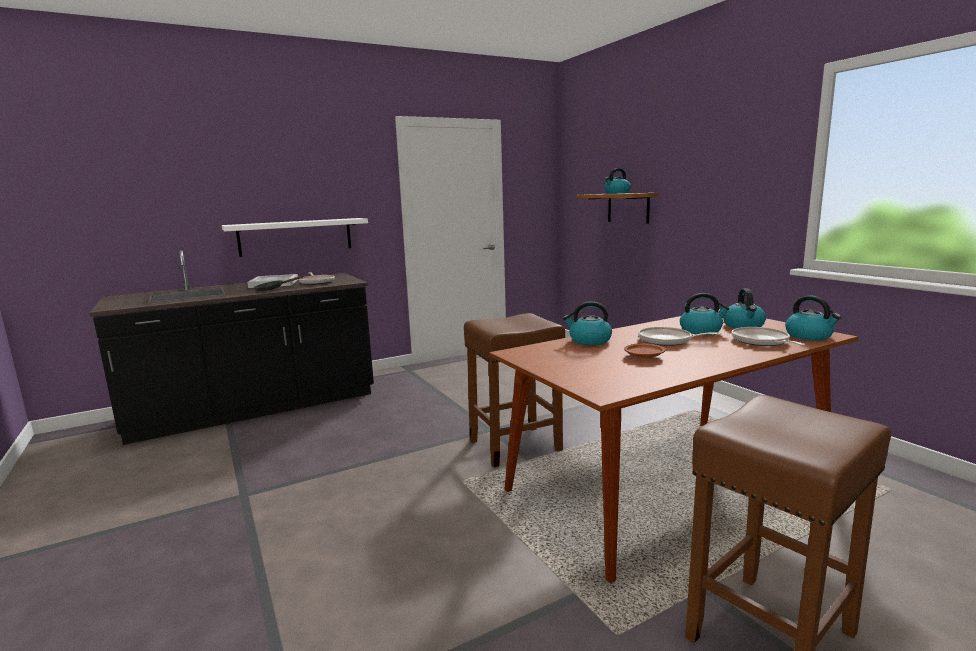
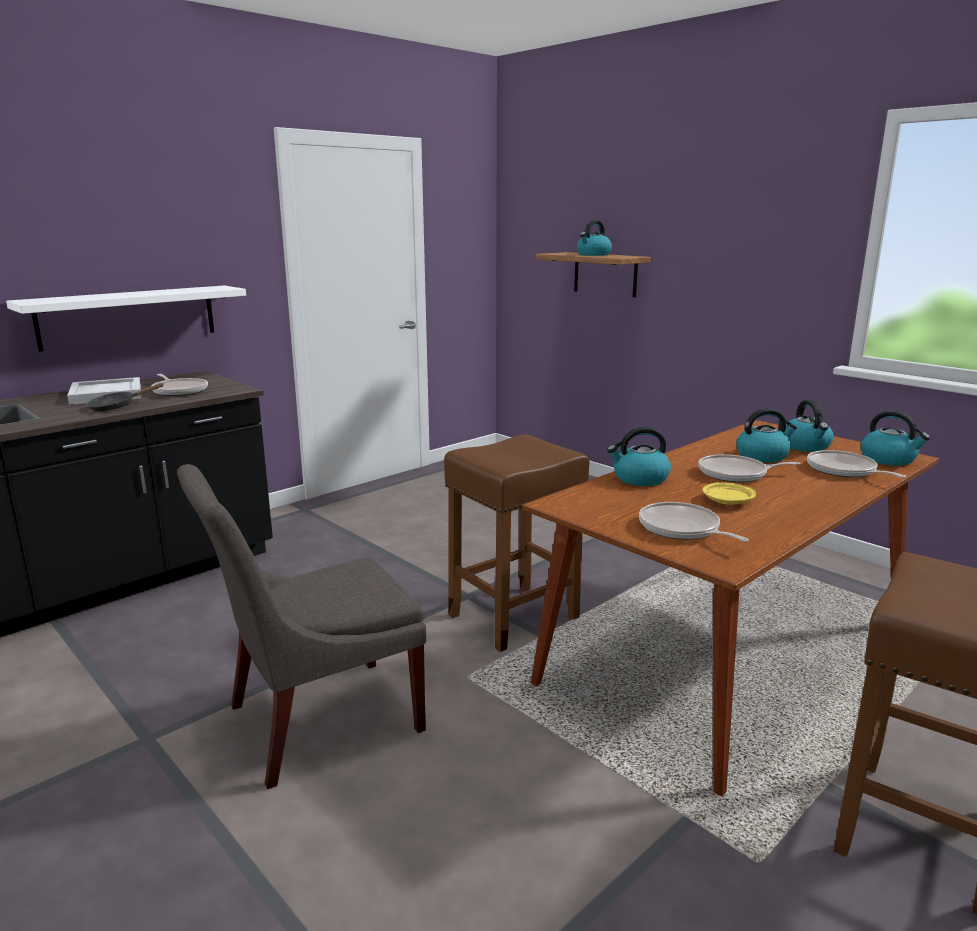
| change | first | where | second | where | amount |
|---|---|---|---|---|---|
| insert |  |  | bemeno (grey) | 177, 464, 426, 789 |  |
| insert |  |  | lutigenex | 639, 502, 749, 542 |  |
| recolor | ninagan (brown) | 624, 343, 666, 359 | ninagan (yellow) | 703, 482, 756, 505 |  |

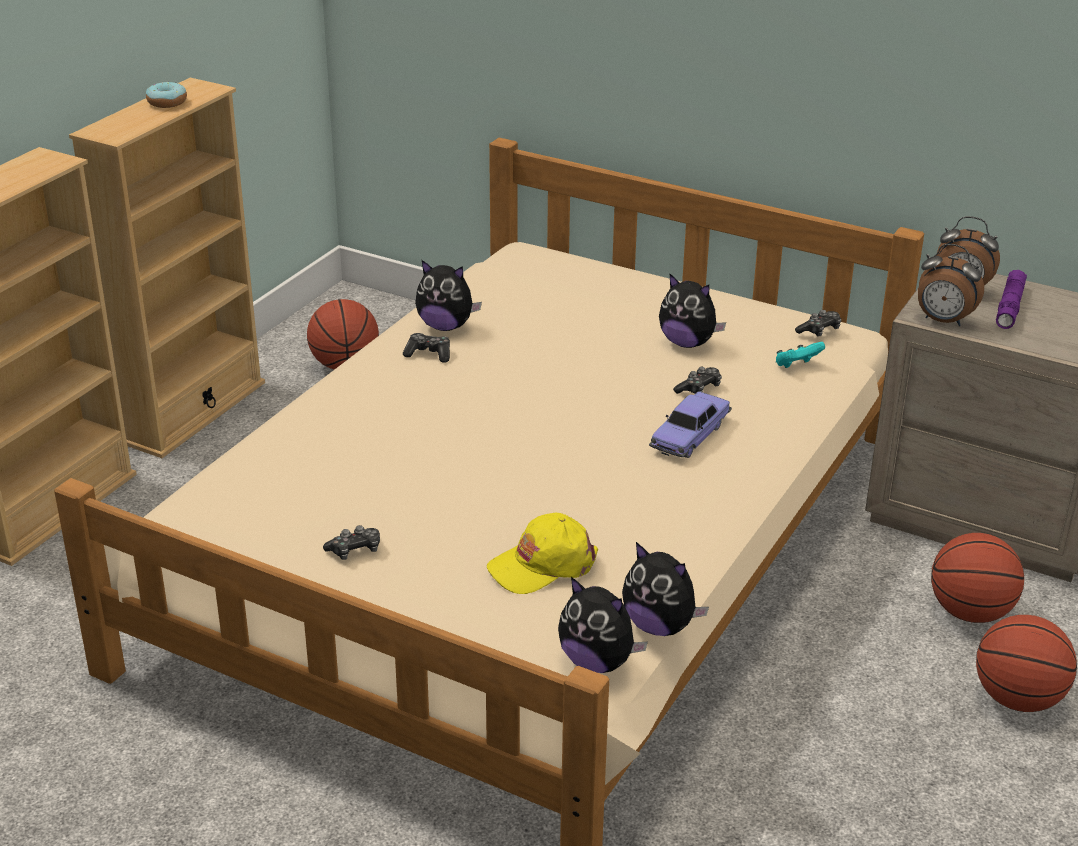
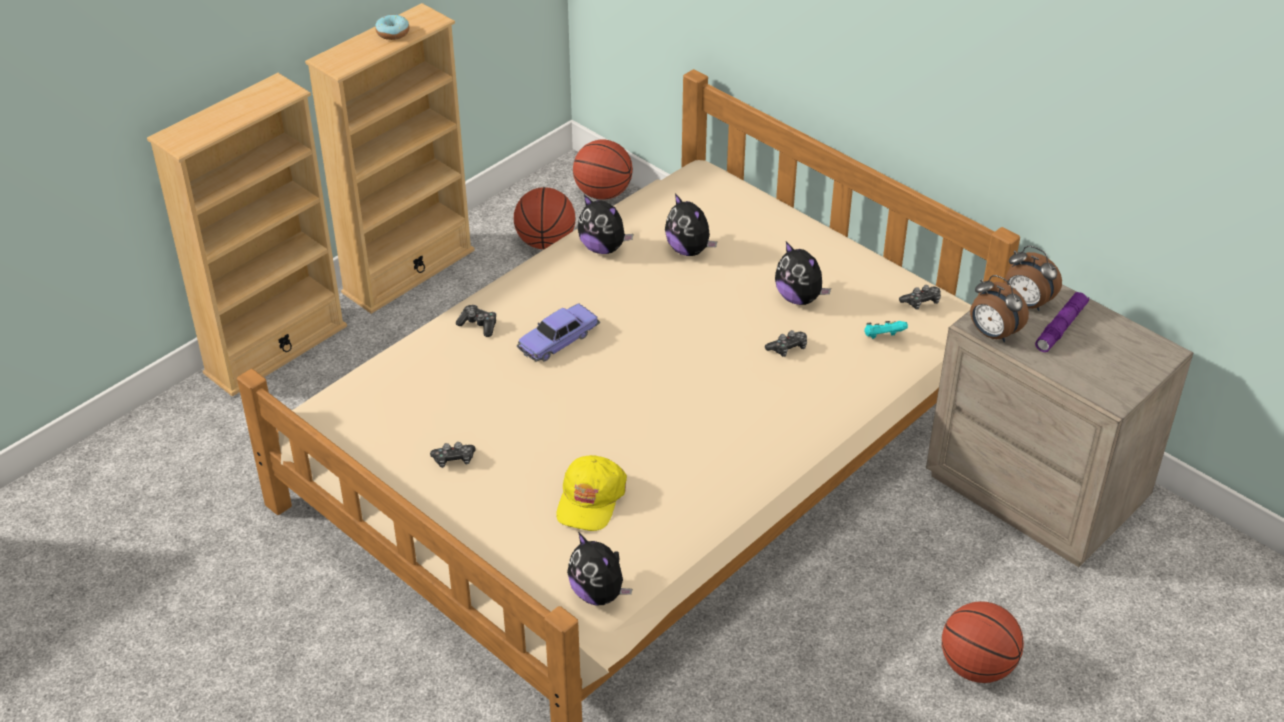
| change | first | where | second | where | amount |
|---|---|---|---|---|---|
| move | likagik | 403, 333, 450, 363 |  | 456, 305, 496, 337 |  |
| move | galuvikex | 649, 392, 732, 458 |  | 517, 303, 600, 362 |  |
| rotate | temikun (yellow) | 487, 513, 598, 594 |  | 556, 455, 627, 531 | 60 degrees counterclockwise |
| move | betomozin | 931, 533, 1024, 623 |  | 573, 139, 633, 200 |  |
| move | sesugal | 622, 542, 709, 636 |  | 665, 193, 717, 256 |  |

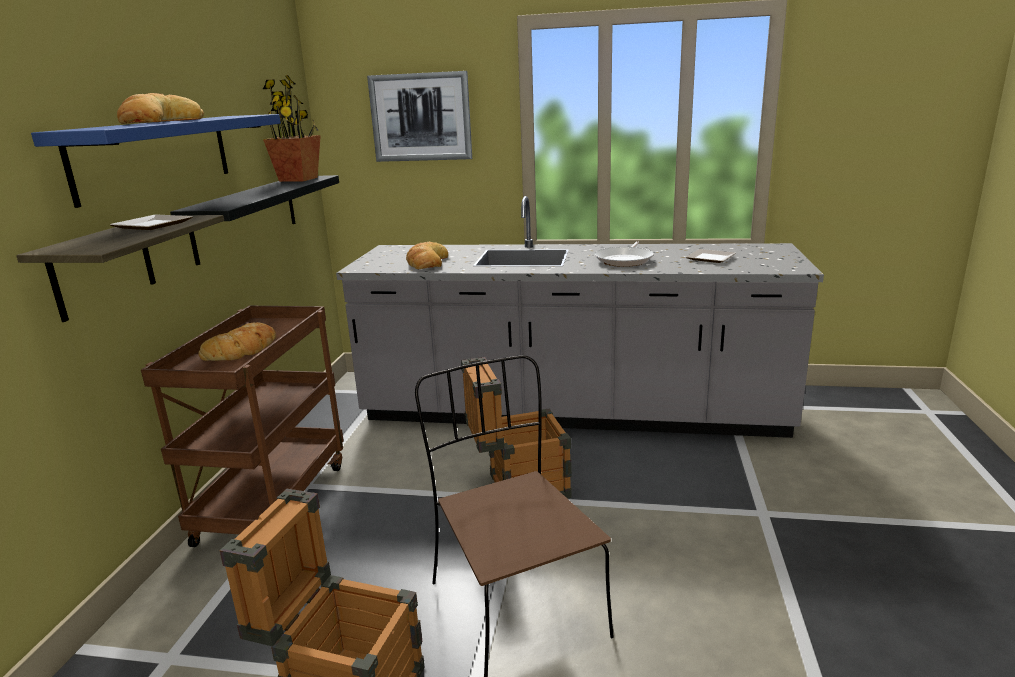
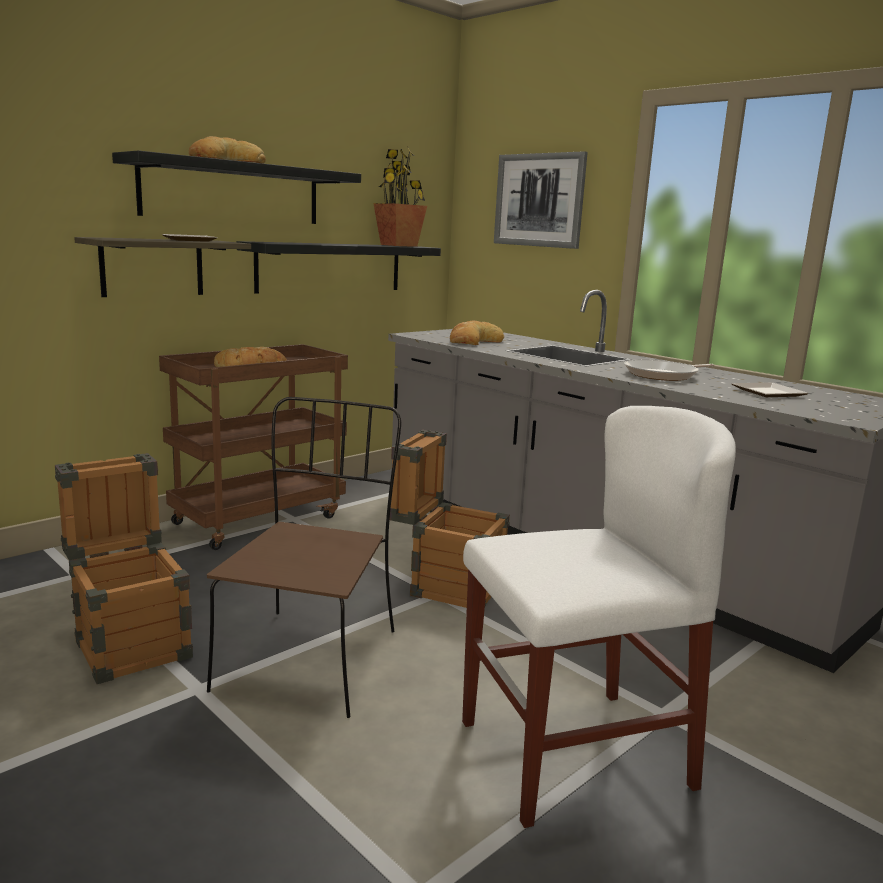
| change | first | where | second | where | amount |
|---|---|---|---|---|---|
| recolor | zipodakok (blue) | 31, 114, 281, 208 | zipodakok (black) | 112, 150, 361, 224 |  |
| insert |  |  | bemeno (white) | 462, 406, 736, 828 |  |

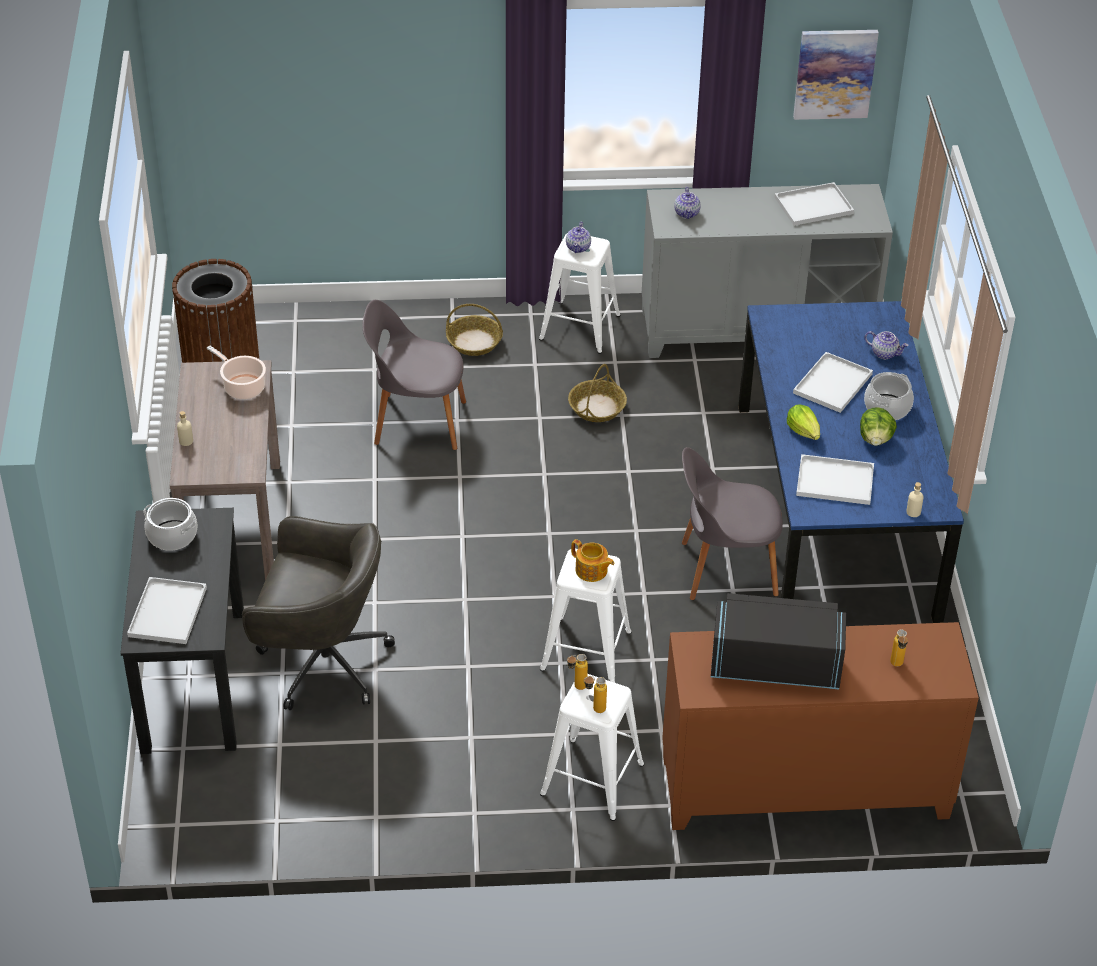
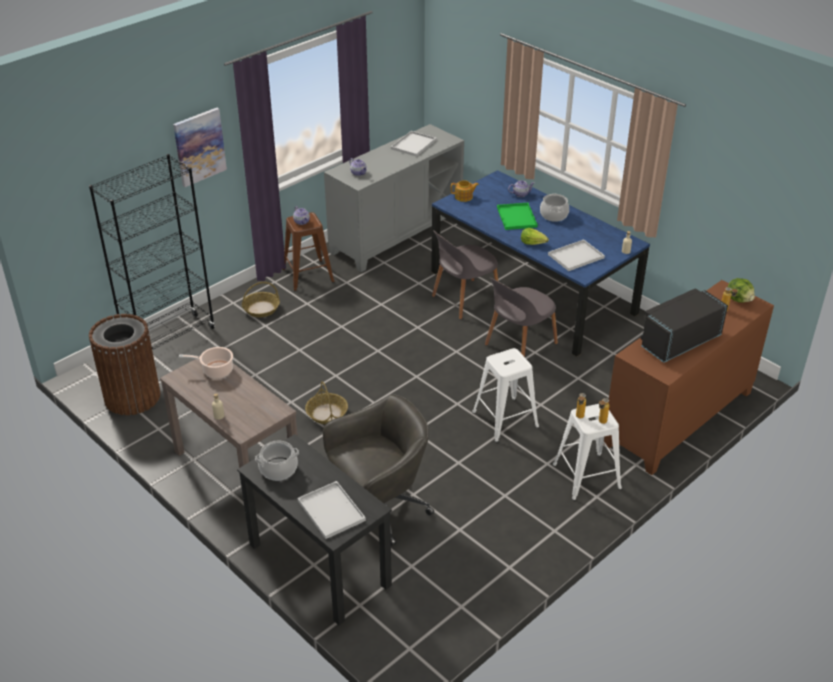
| change | first | where | second | where | amount |
|---|---|---|---|---|---|
| insert |  |  | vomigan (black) | 89, 154, 215, 350 |  |
| move | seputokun | 793, 30, 879, 120 |  | 173, 108, 227, 187 |  |
| recolor | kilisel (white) | 539, 234, 621, 354 | kilisel (brown) | 282, 212, 335, 291 |  |
| move | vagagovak | 568, 364, 627, 422 |  | 305, 381, 348, 424 |  |
| move | bemeno (grey) | 363, 300, 466, 450 |  | 432, 230, 498, 319 |  |
| move | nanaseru | 571, 539, 614, 582 |  | 451, 180, 479, 202 |  |
| recolor | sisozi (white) | 793, 352, 873, 413 | sisozi (green) | 497, 203, 538, 230 |  |
| move | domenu | 860, 407, 897, 446 |  | 728, 278, 755, 303 |  |

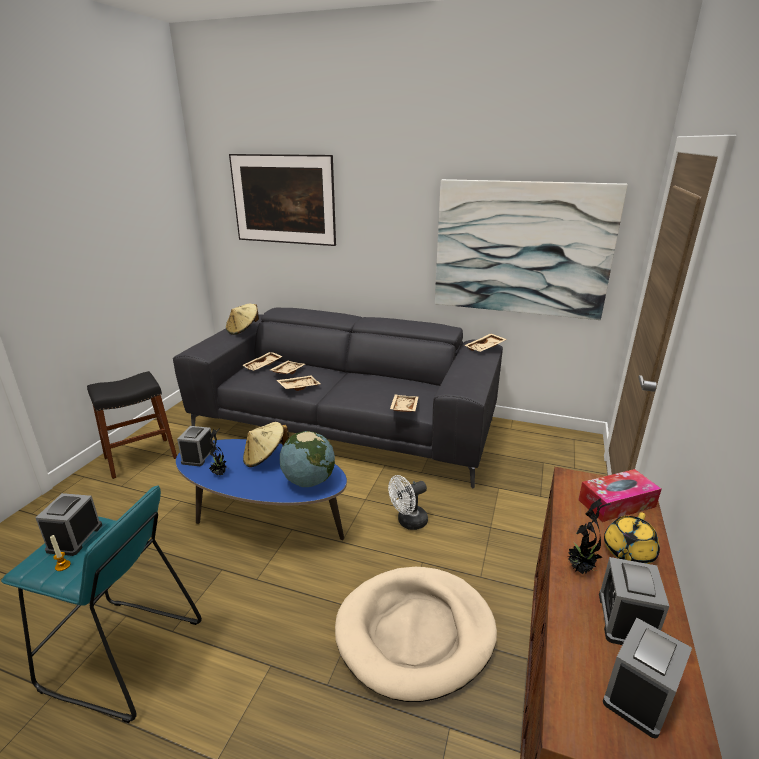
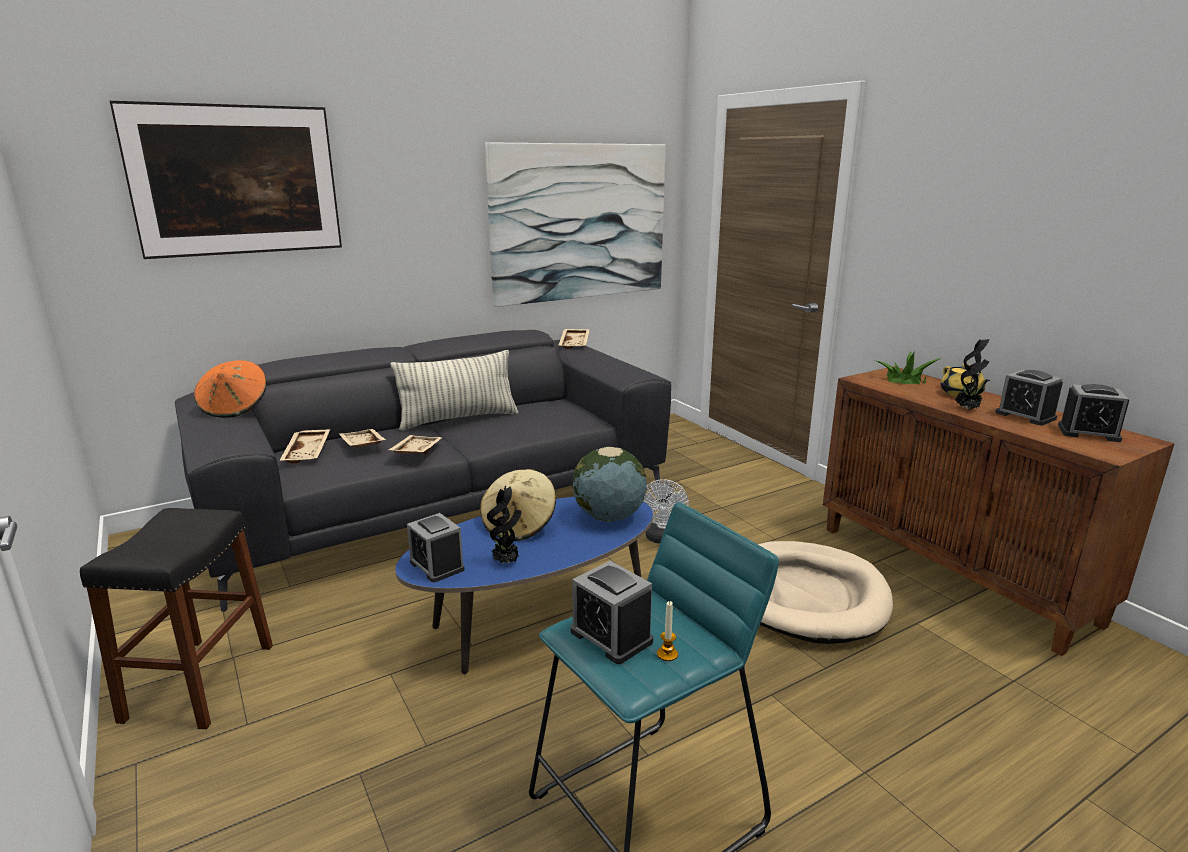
| change | first | where | second | where | amount |
|---|---|---|---|---|---|
| recolor | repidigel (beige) | 226, 304, 259, 335 | repidigel (orange) | 194, 360, 267, 418 |  |
| insert |  |  | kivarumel | 391, 350, 518, 431 |  |
| replace | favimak | 578, 469, 661, 522 | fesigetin | 877, 352, 942, 384 |  |
| rotate | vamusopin | 603, 617, 692, 739 |  | 1058, 384, 1129, 442 | 60 degrees counterclockwise |
| delete | sisozi (beige) | 390, 394, 418, 412 |  |  |  |

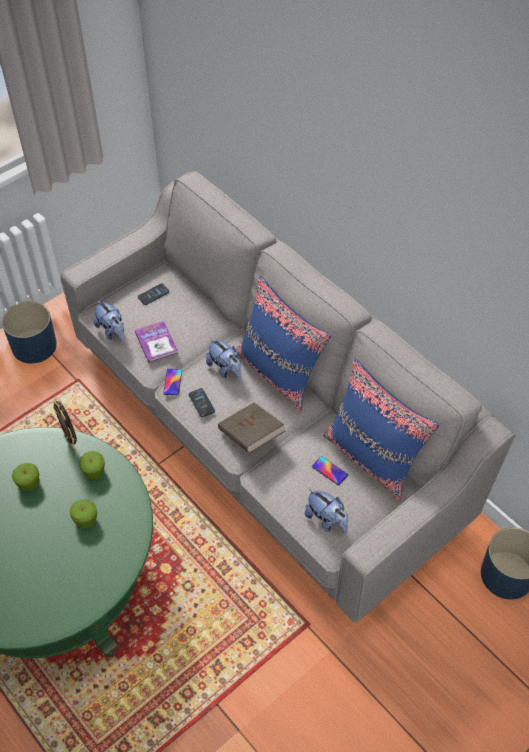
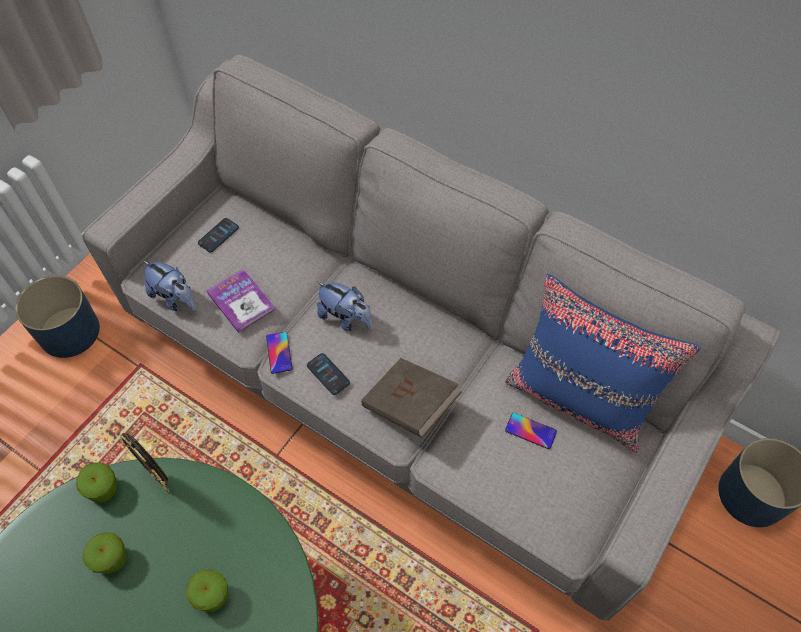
| change | first | where | second | where | amount |
|---|---|---|---|---|---|
| move | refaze | 79, 451, 105, 479 |  | 76, 462, 117, 503 |  |
| delete | kivarumel (blue) | 236, 276, 331, 412 |  |  |  |
| delete | sesugal | 305, 489, 348, 533 |  |  |  |

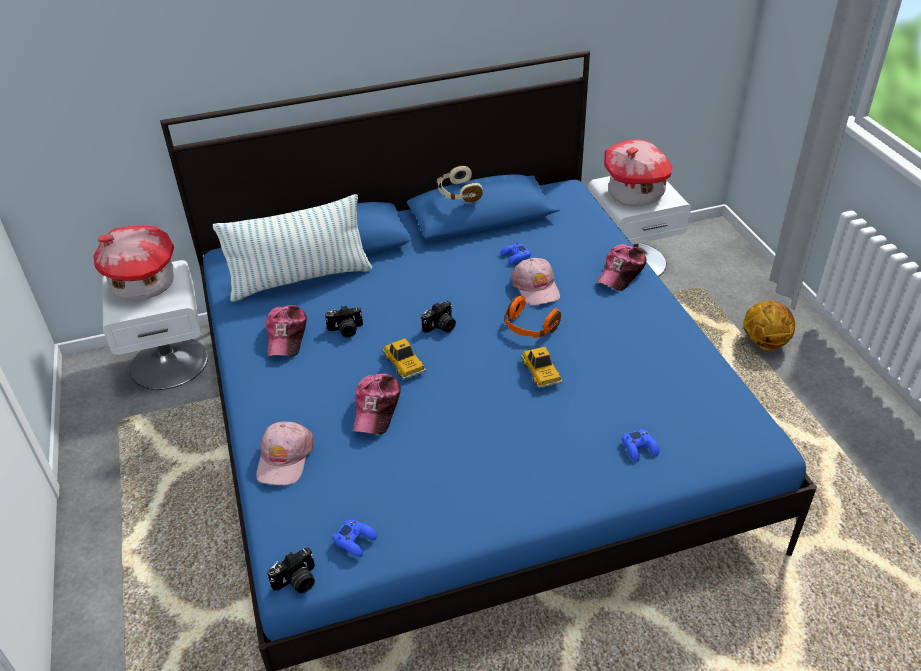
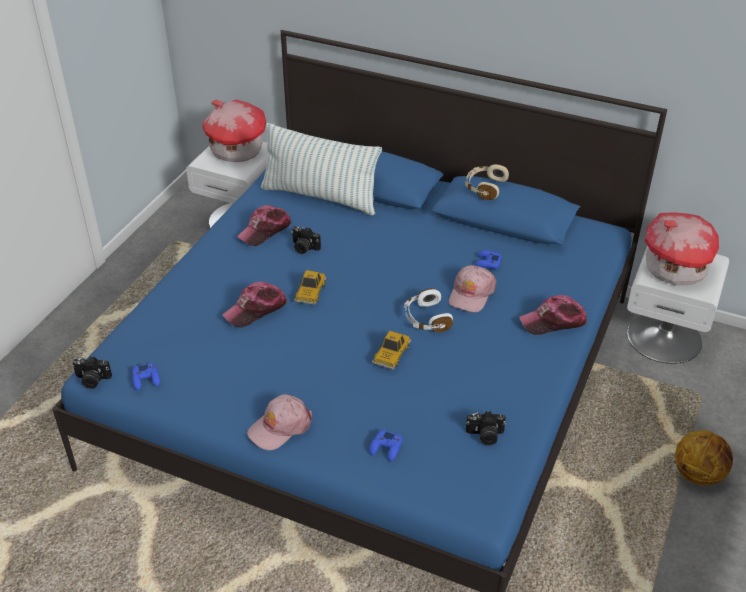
| change | first | where | second | where | amount |
|---|---|---|---|---|---|
| move | temikun (pink) | 256, 421, 314, 485 |  | 247, 394, 312, 450 |  |
| recolor | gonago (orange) | 504, 296, 561, 338 | gonago (white) | 404, 288, 453, 332 |  |
| move | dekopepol | 421, 301, 456, 333 |  | 466, 411, 506, 445 |  |

